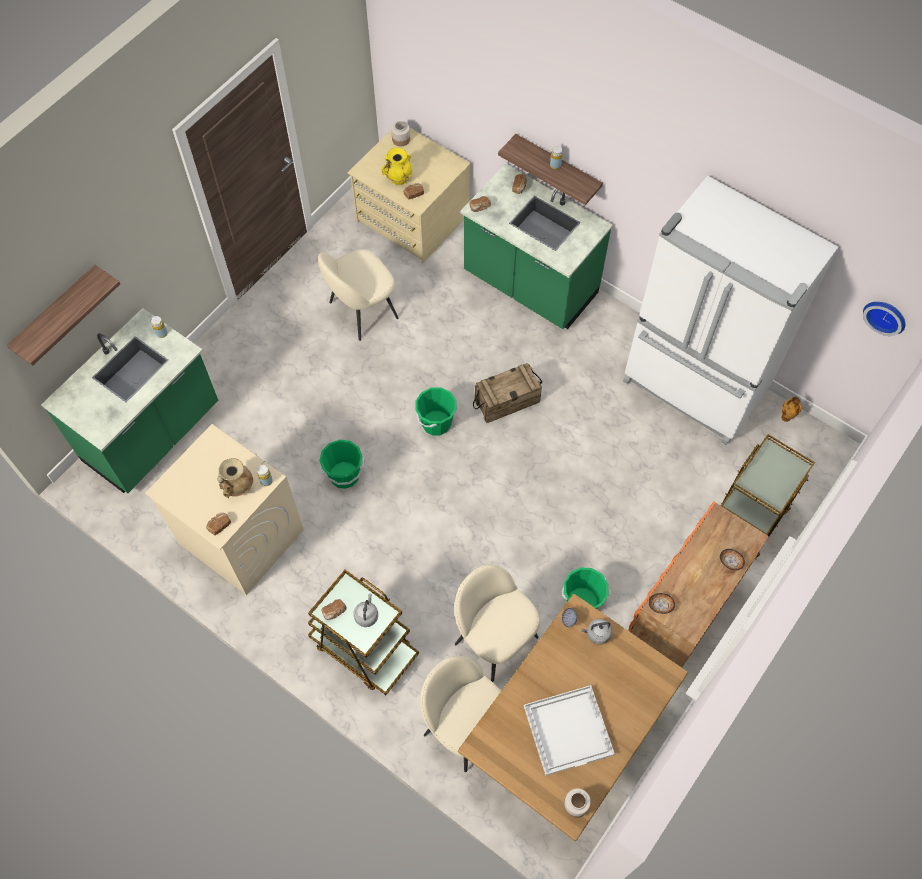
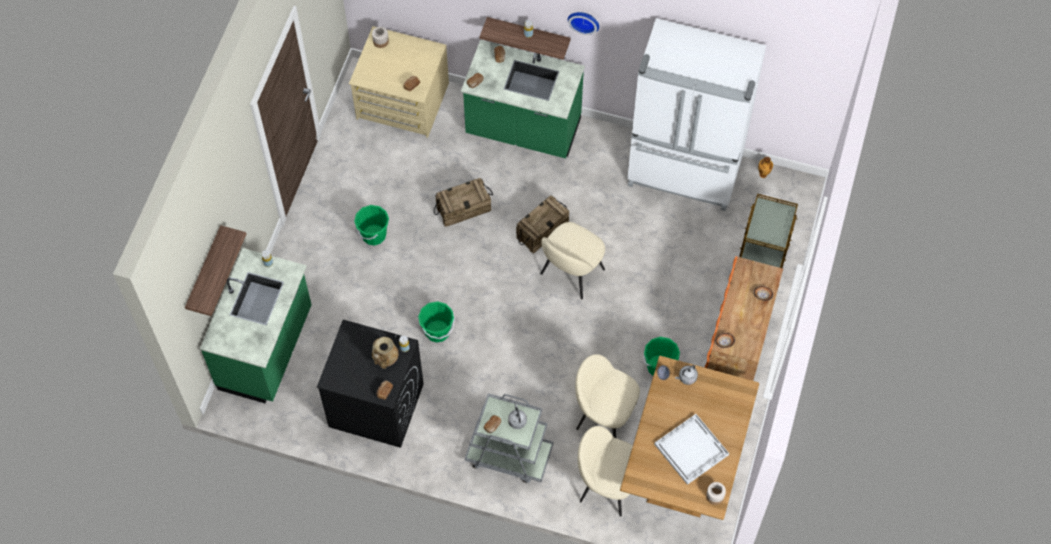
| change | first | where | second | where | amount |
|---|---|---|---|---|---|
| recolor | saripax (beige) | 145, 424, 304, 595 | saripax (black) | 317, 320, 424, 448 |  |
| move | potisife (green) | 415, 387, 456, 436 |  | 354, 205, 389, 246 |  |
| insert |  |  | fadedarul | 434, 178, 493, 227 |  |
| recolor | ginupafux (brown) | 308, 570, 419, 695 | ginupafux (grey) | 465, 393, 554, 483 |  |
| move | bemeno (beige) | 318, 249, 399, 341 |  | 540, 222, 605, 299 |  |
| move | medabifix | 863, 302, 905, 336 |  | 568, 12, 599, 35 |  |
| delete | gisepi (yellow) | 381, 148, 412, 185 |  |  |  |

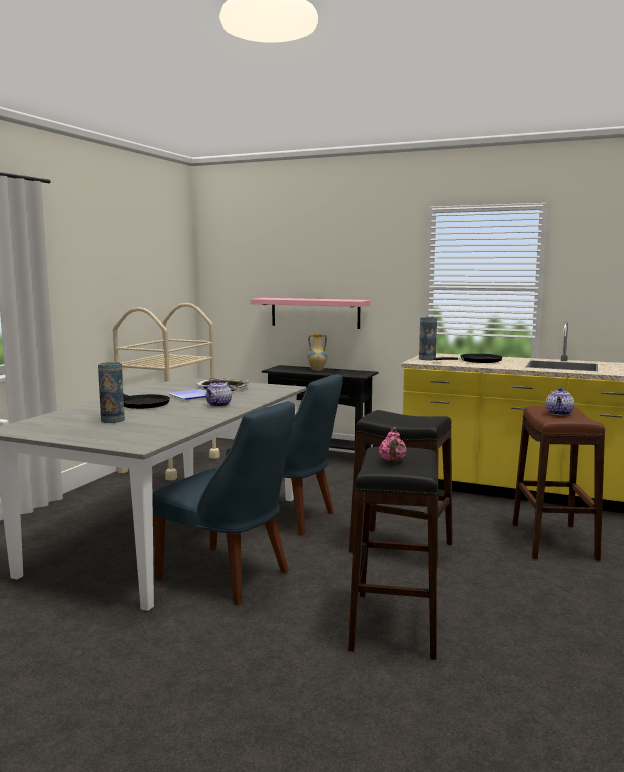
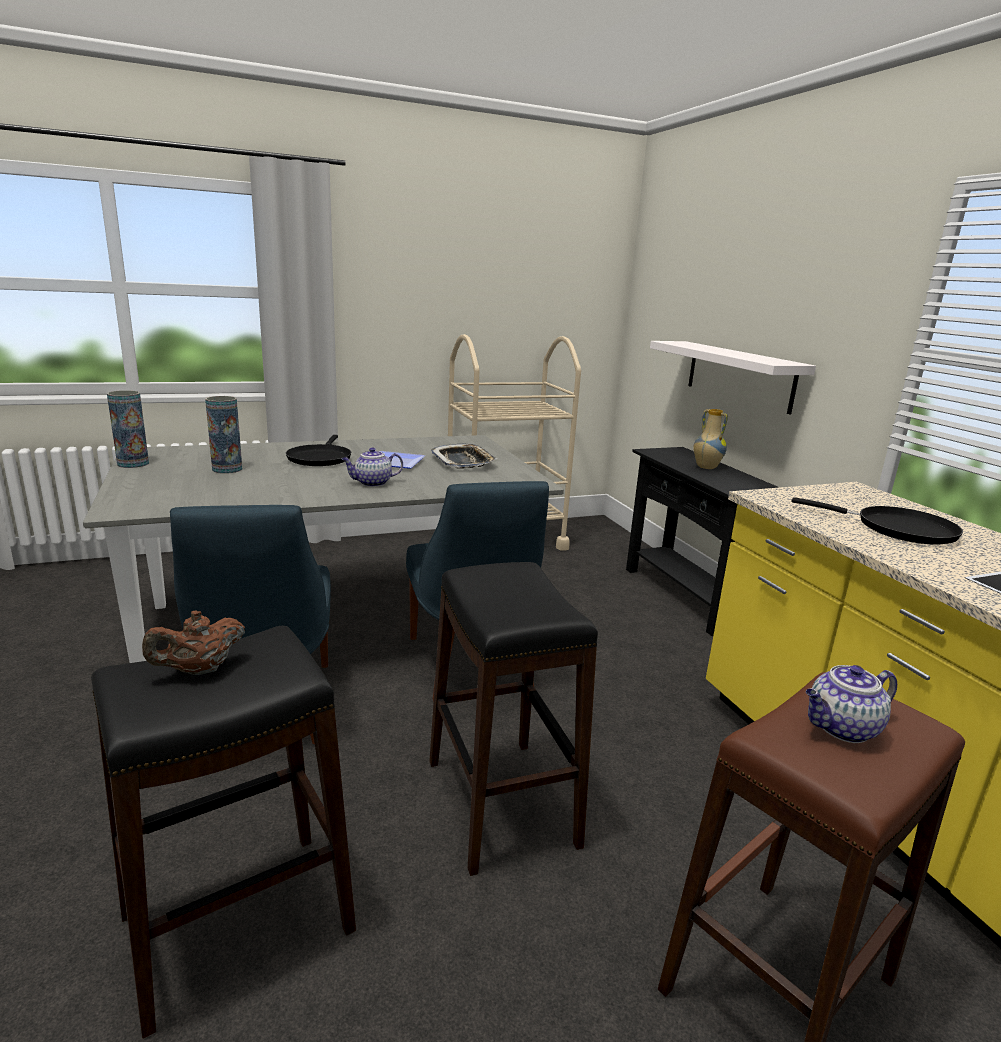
| change | first | where | second | where | amount |
|---|---|---|---|---|---|
| move | gisepi | 419, 317, 437, 360 |  | 107, 390, 149, 468 |  |
| recolor | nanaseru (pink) | 379, 427, 406, 462 | nanaseru (brown) | 142, 611, 245, 675 |  |
| recolor | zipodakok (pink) | 250, 298, 371, 329 | zipodakok (white) | 650, 341, 816, 414 |  |

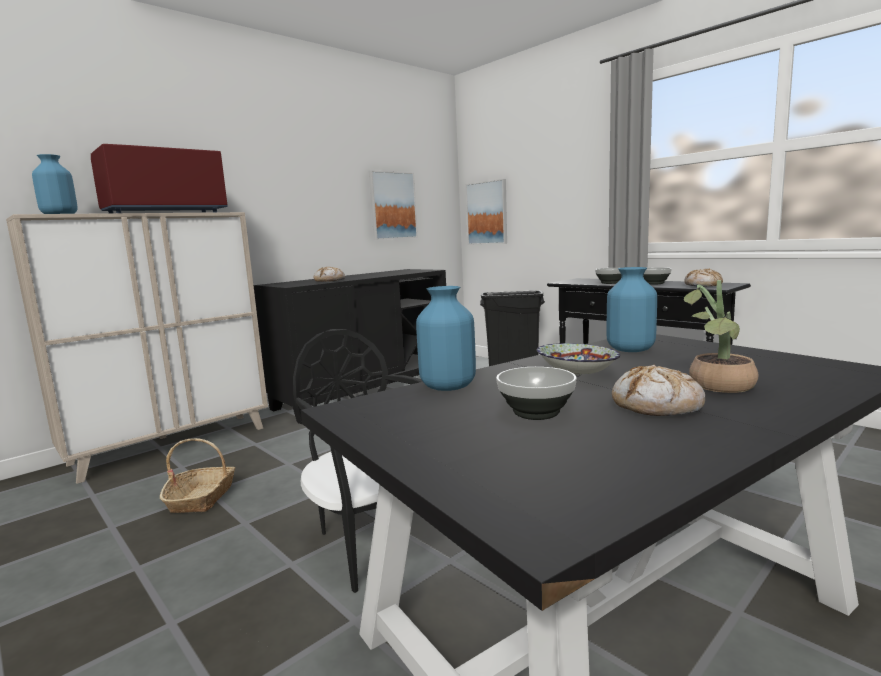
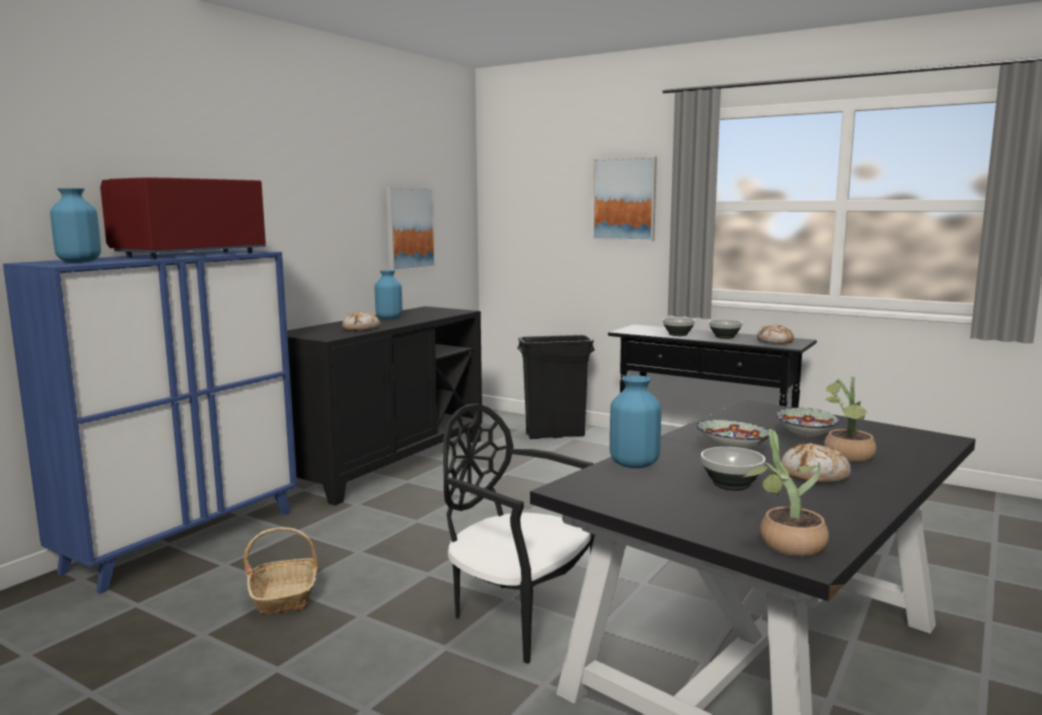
| change | first | where | second | where | amount |
|---|---|---|---|---|---|
| recolor | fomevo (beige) | 6, 212, 268, 484 | fomevo (blue) | 3, 250, 297, 594 |  |
| move | gisepi (blue) | 607, 267, 657, 352 |  | 375, 270, 402, 319 |  |
| move | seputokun | 466, 179, 507, 245 |  | 592, 157, 657, 241 |  |
| insert |  |  | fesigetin | 743, 429, 829, 556 |  |
| insert |  |  | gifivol | 776, 408, 839, 437 |  |

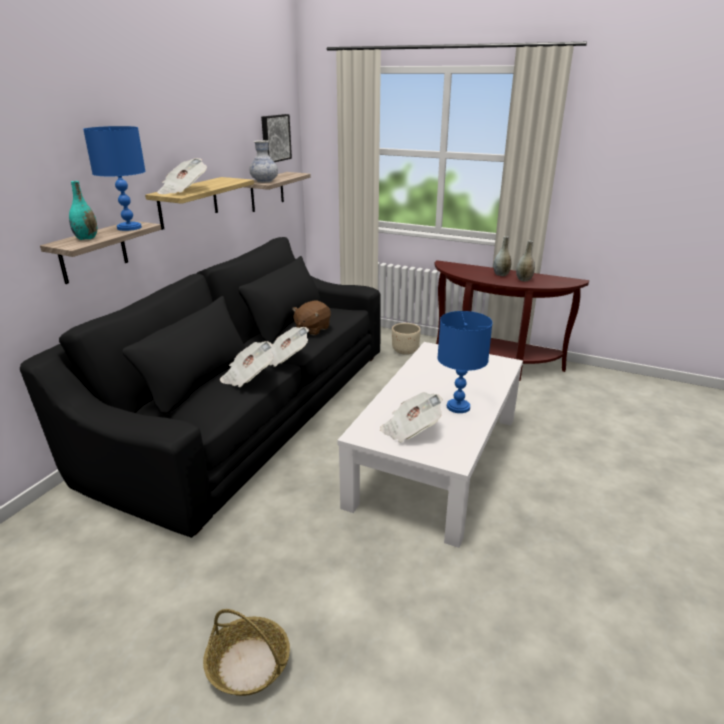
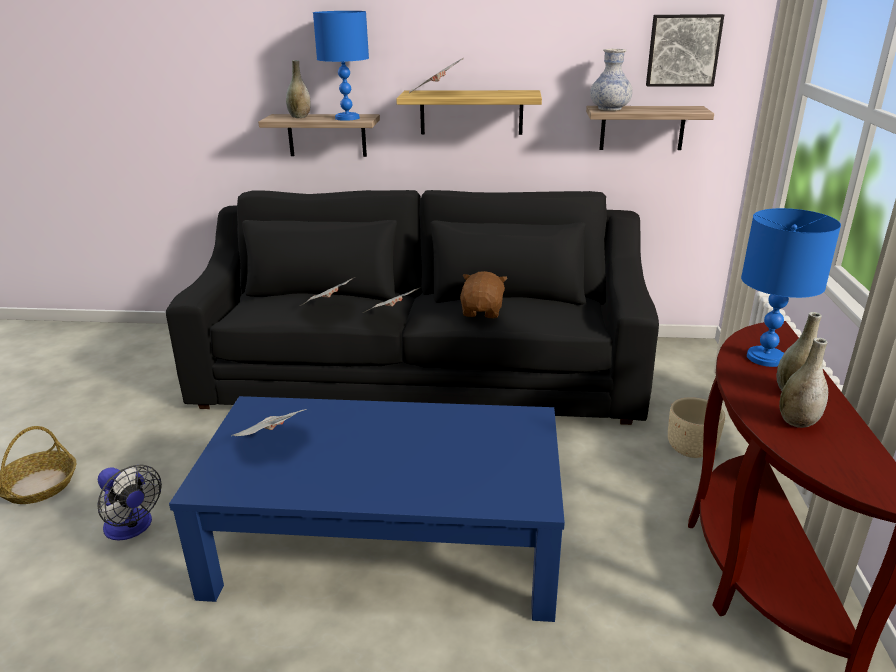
| change | first | where | second | where | amount |
|---|---|---|---|---|---|
| insert |  |  | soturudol | 97, 464, 162, 541 |  |
| recolor | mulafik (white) | 337, 342, 523, 548 | mulafik (blue) | 169, 396, 565, 622 |  |
| recolor | gisepi (turquoise) | 69, 181, 97, 240 | gisepi (grey) | 286, 60, 311, 118 |  |
| rotate | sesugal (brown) | 292, 301, 331, 335 |  | 460, 271, 507, 318 | 90 degrees clockwise |
| move | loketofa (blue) | 437, 311, 493, 413 |  | 741, 208, 841, 367 |  |

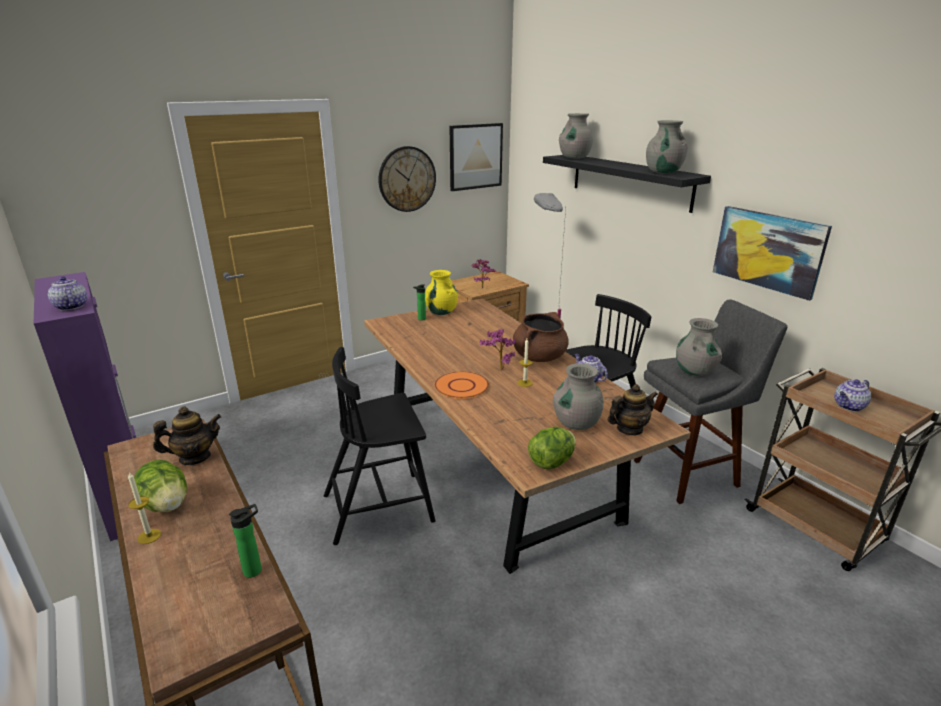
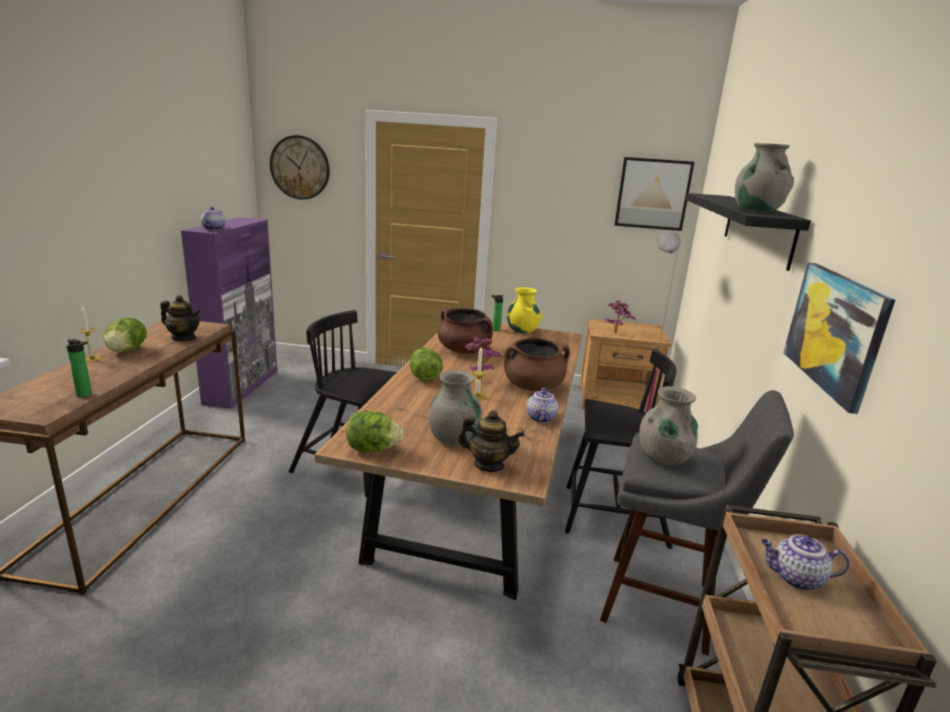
| change | first | where | second | where | amount |
|---|---|---|---|---|---|
| move | medabifix | 378, 146, 436, 212 |  | 270, 135, 330, 200 |  |
| replace | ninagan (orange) | 435, 372, 489, 399 | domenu | 410, 348, 443, 382 |  |
| insert |  |  | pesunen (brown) | 438, 308, 493, 354 |  |
| delete | gisepi (grey) | 559, 113, 593, 159 |  |  |  |

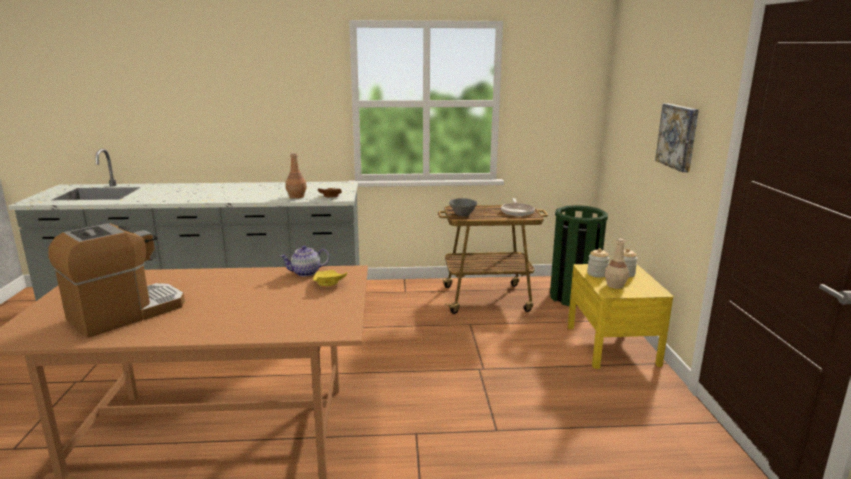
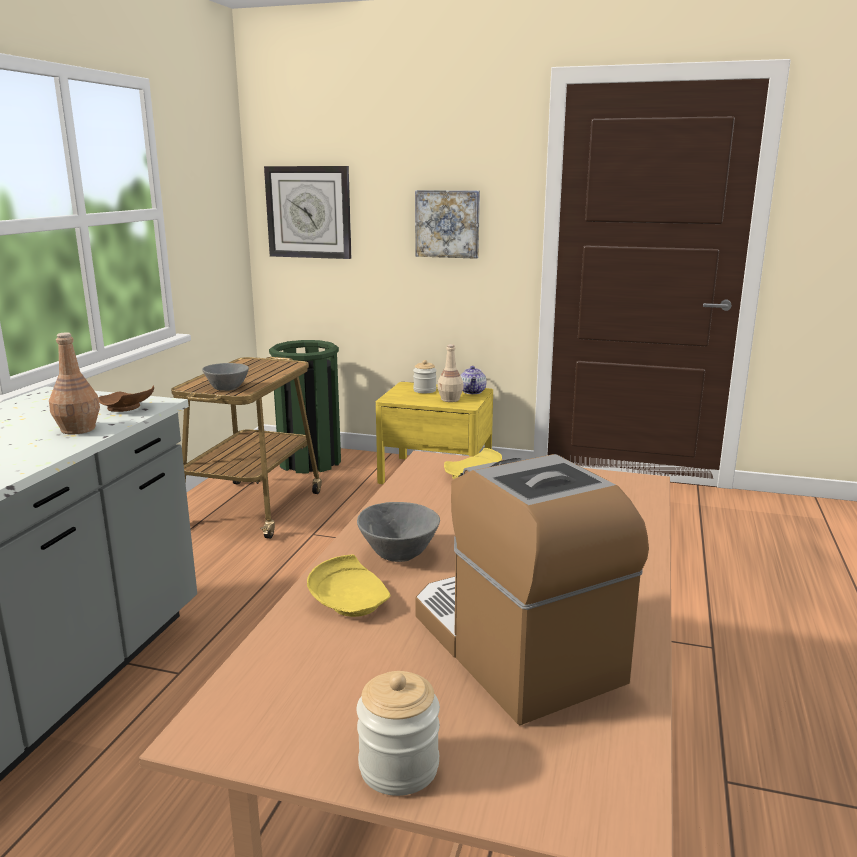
| change | first | where | second | where | amount |
|---|---|---|---|---|---|
| insert |  |  | medabifix | 264, 166, 351, 259 |  |
| insert |  |  | ninagan (yellow) | 307, 555, 390, 617 |  |
| insert |  |  | gifivol (grey) | 357, 502, 440, 562 |  |
| move | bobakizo | 587, 248, 610, 278 |  | 357, 671, 440, 796 |  |
| move | nanaseru | 280, 245, 330, 277 |  | 460, 366, 486, 394 |  |
| delete | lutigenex | 501, 198, 535, 216 |  |  |  |

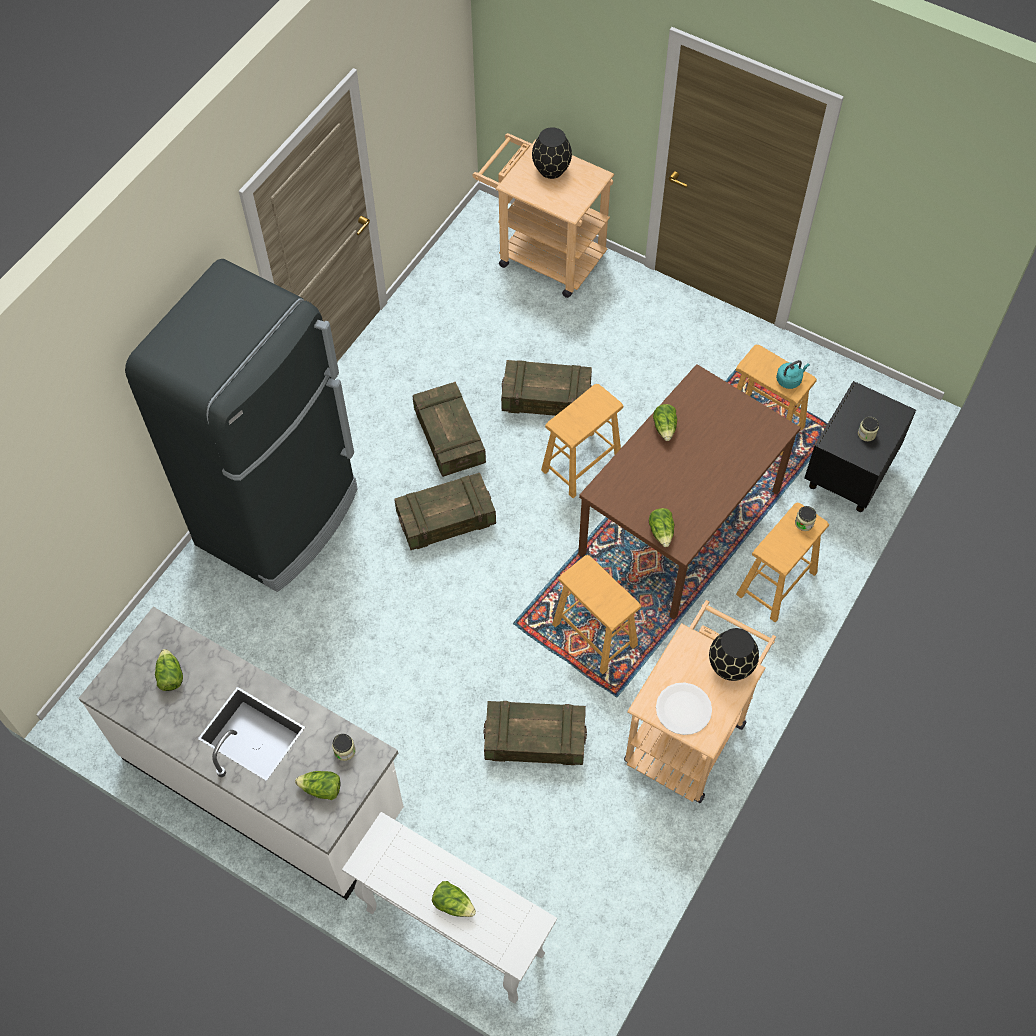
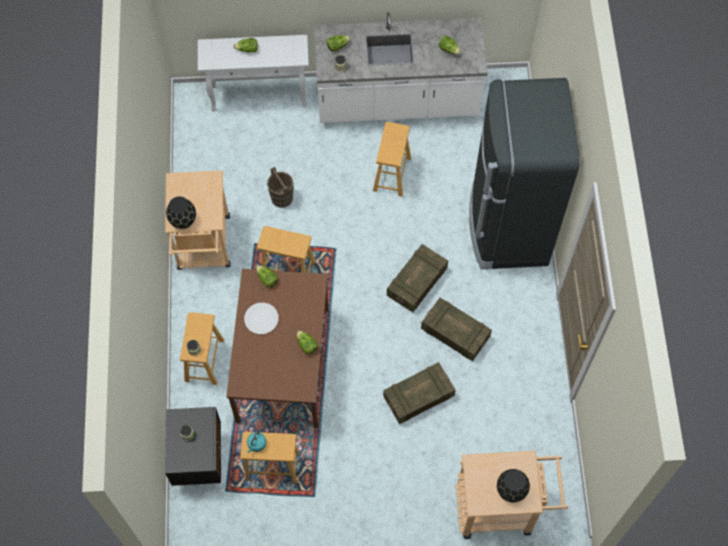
| change | first | where | second | where | amount |
|---|---|---|---|---|---|
| move | ninagan (white) | 656, 682, 712, 735 |  | 244, 303, 279, 334 |  |
| replace | fadedarul | 483, 701, 587, 765 | potisife (brown) | 267, 167, 294, 208 |  |
| move | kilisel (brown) | 541, 384, 623, 498 |  | 373, 122, 411, 197 |  |

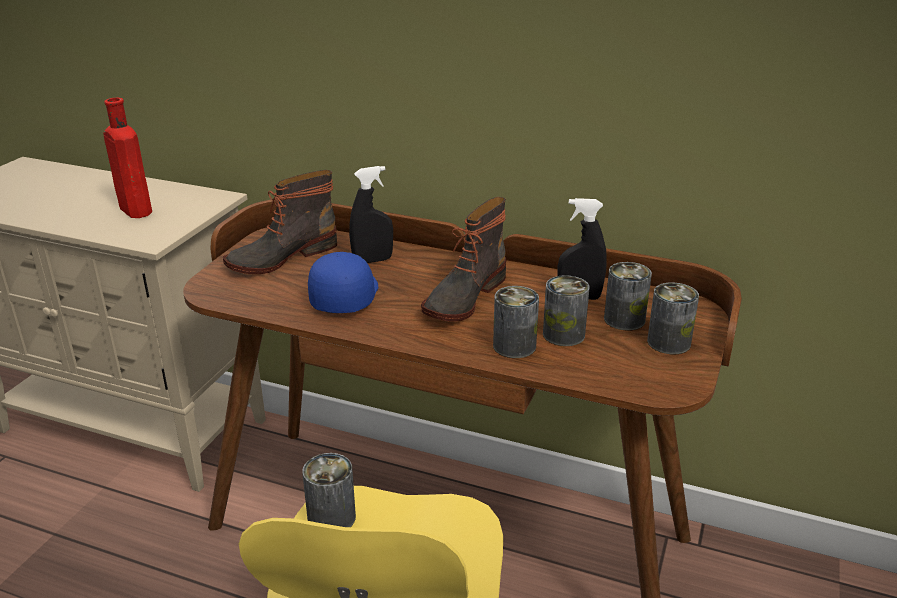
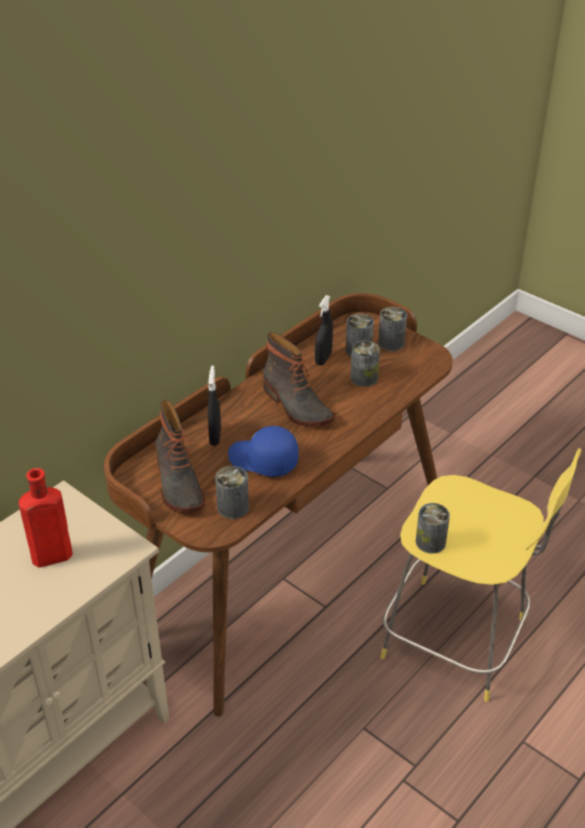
| change | first | where | second | where | amount |
|---|---|---|---|---|---|
| move | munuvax | 493, 286, 539, 358 |  | 215, 466, 249, 519 |  |

